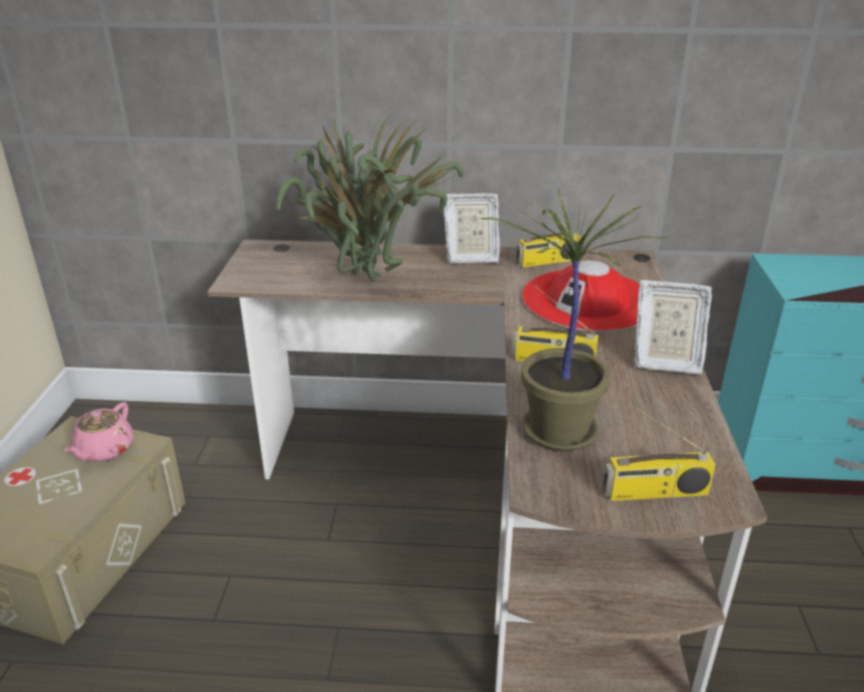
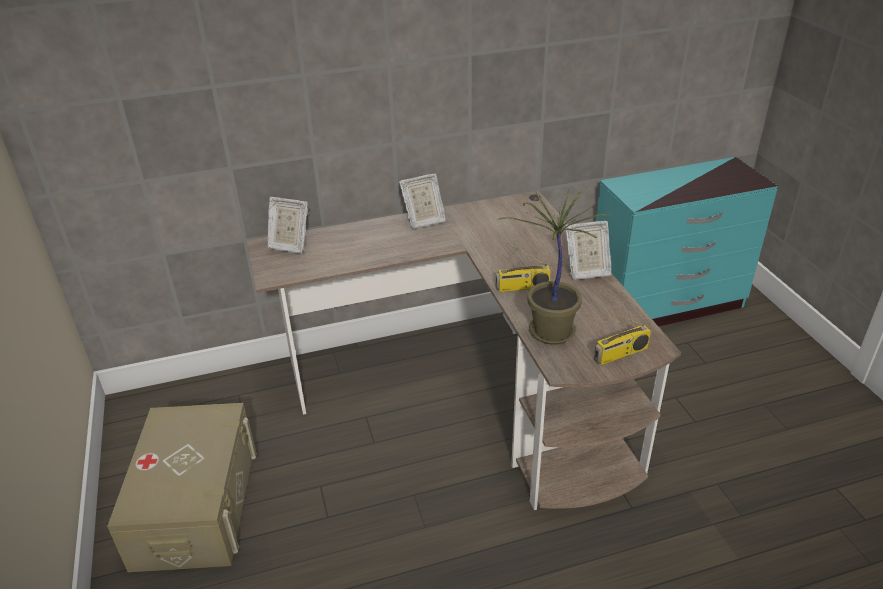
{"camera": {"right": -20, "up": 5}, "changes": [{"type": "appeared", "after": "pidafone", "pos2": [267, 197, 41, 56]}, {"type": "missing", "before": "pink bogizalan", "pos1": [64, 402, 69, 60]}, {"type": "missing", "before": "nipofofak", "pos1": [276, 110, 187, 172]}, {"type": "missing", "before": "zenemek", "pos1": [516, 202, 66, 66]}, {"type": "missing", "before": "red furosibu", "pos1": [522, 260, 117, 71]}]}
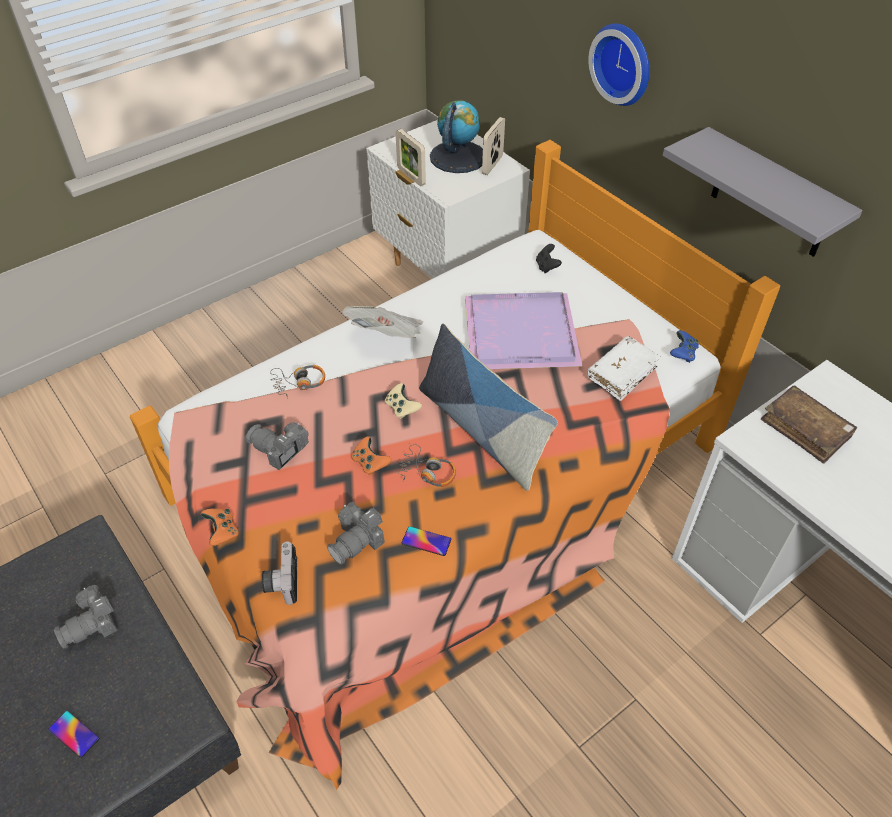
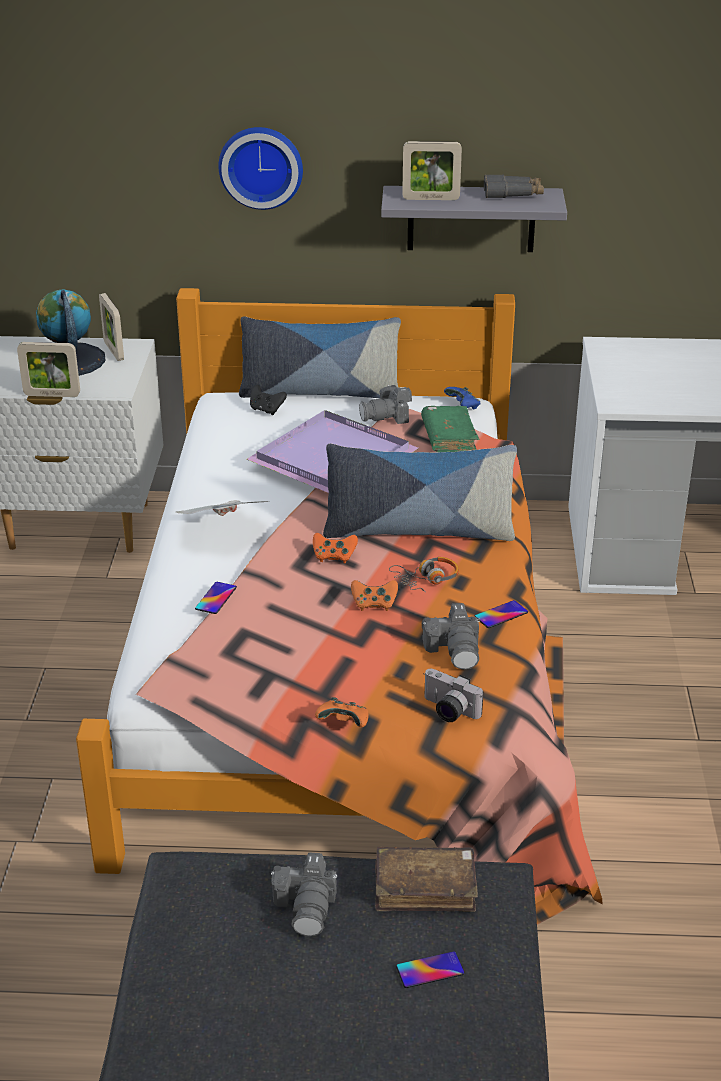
{"camera": {"right": -50, "up": -15}, "changes": [{"type": "exchanged", "before": "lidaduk", "after": "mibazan", "pos1": [270, 365, 55, 34], "pos2": [195, 582, 42, 32]}, {"type": "appeared", "after": "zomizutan", "pos2": [239, 316, 162, 82]}, {"type": "colour", "before": "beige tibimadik", "after": "orange tibimadik", "pos1": [385, 383, 37, 36], "pos2": [313, 533, 45, 31]}, {"type": "relocated", "before": "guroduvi", "pos1": [246, 422, 63, 48], "pos2": [359, 385, 53, 39]}, {"type": "relocated", "before": "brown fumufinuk", "pos1": [761, 385, 96, 79], "pos2": [375, 847, 103, 65]}, {"type": "appeared", "after": "pidafone", "pos2": [402, 141, 60, 59]}, {"type": "colour", "before": "white fumufinuk", "after": "green fumufinuk", "pos1": [587, 336, 74, 65], "pos2": [421, 406, 58, 46]}, {"type": "appeared", "after": "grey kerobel", "pos2": [484, 174, 60, 24]}]}
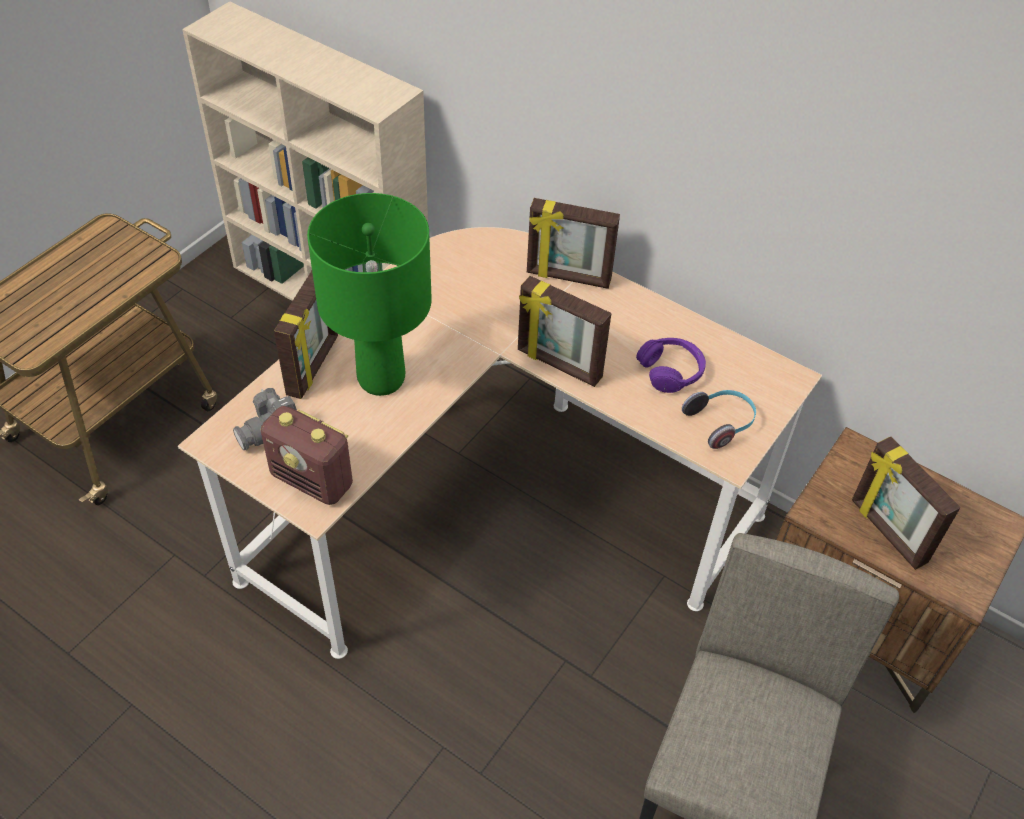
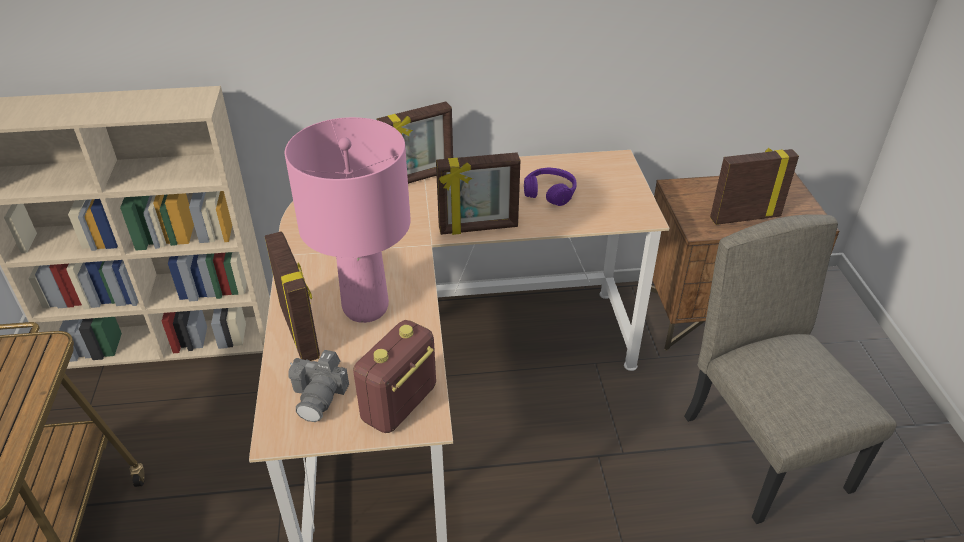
{"camera": {"right": -40, "up": -10}, "changes": [{"type": "colour", "before": "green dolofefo", "after": "pink dolofefo", "pos1": [307, 193, 125, 203], "pos2": [285, 117, 126, 206]}, {"type": "spun", "before": "zenemek", "pos1": [261, 406, 92, 99], "pos2": [353, 320, 83, 113], "turn": 135}, {"type": "spun", "before": "pidafone", "pos1": [852, 436, 109, 134], "pos2": [710, 148, 89, 77], "turn": 150}, {"type": "missing", "before": "lidaduk", "pos1": [682, 390, 74, 59]}]}
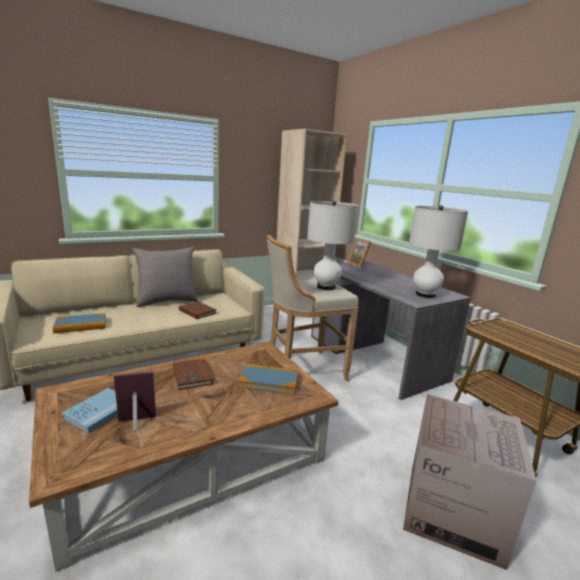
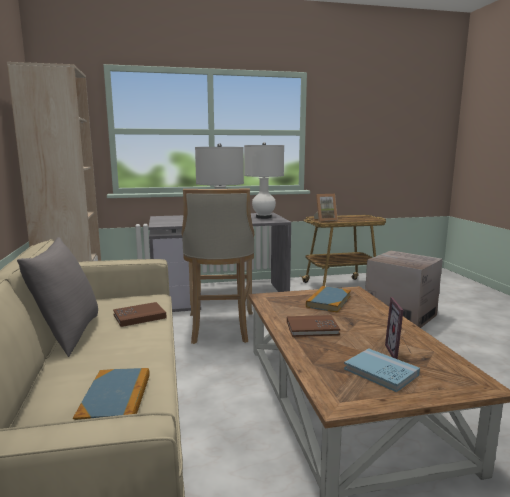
{"camera": {"right": -70, "up": -5}, "changes": [{"type": "relocated", "before": "pidafone", "pos1": [347, 238, 24, 30], "pos2": [314, 194, 24, 28]}]}
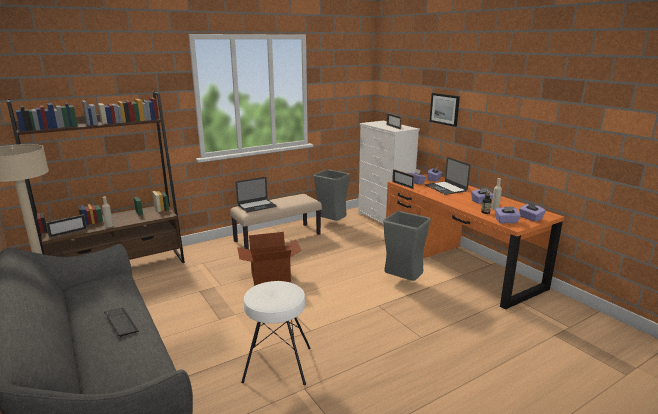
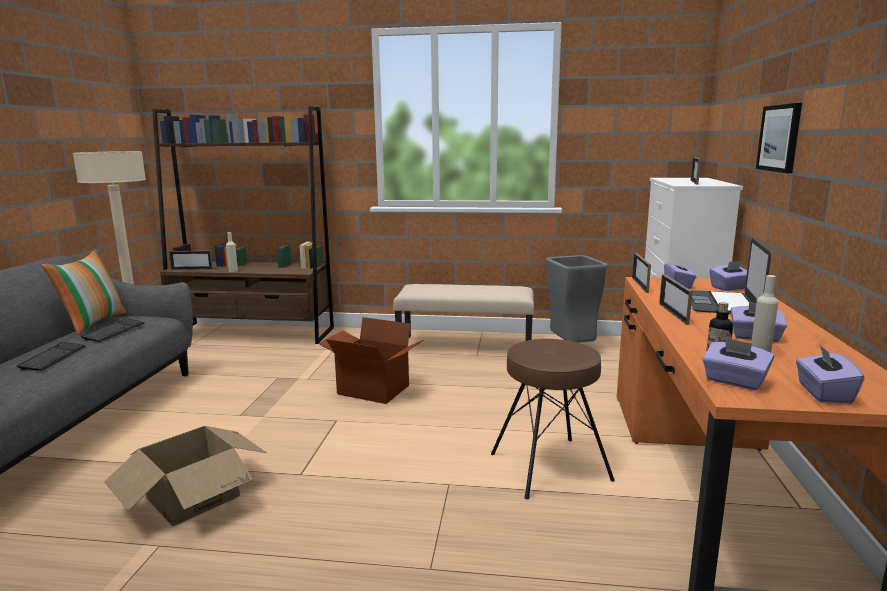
{"camera": {"right": 40, "up": -5}, "changes": [{"type": "appeared", "after": "zomizutan", "pos2": [41, 249, 86, 86]}, {"type": "appeared", "after": "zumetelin", "pos2": [81, 318, 64, 24]}, {"type": "exchanged", "before": "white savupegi", "after": "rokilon", "pos1": [241, 281, 70, 104], "pos2": [104, 426, 163, 100]}, {"type": "exchanged", "before": "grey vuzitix", "after": "brown savupegi", "pos1": [383, 211, 48, 70], "pos2": [491, 339, 124, 160]}, {"type": "appeared", "after": "pidafone", "pos2": [659, 274, 34, 51]}, {"type": "missing", "before": "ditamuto", "pos1": [236, 177, 41, 35]}]}
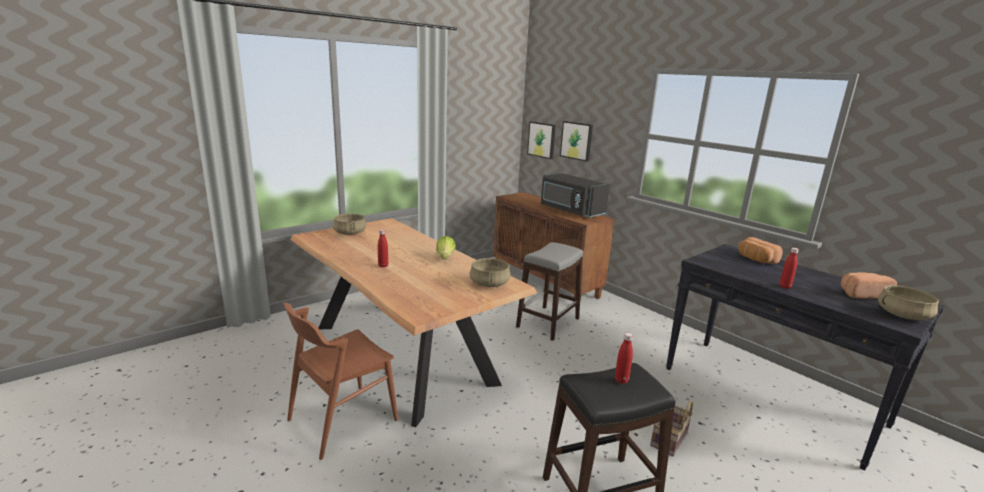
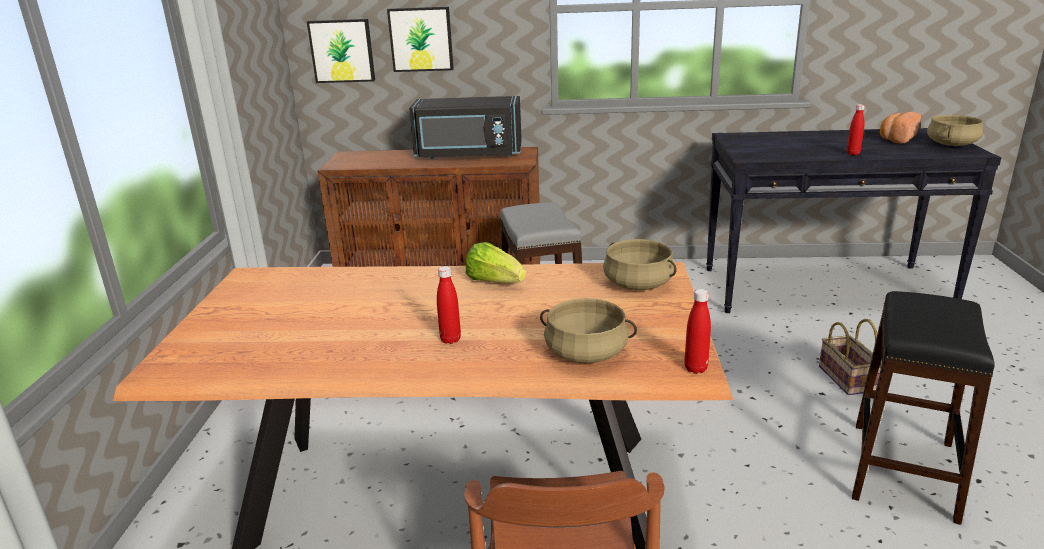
{"camera": {"right": -45, "up": 5}, "changes": [{"type": "relocated", "before": "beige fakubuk", "pos1": [333, 214, 33, 21], "pos2": [540, 298, 97, 65]}, {"type": "relocated", "before": "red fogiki", "pos1": [615, 333, 18, 51], "pos2": [685, 289, 26, 85]}, {"type": "missing", "before": "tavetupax", "pos1": [738, 237, 45, 27]}]}
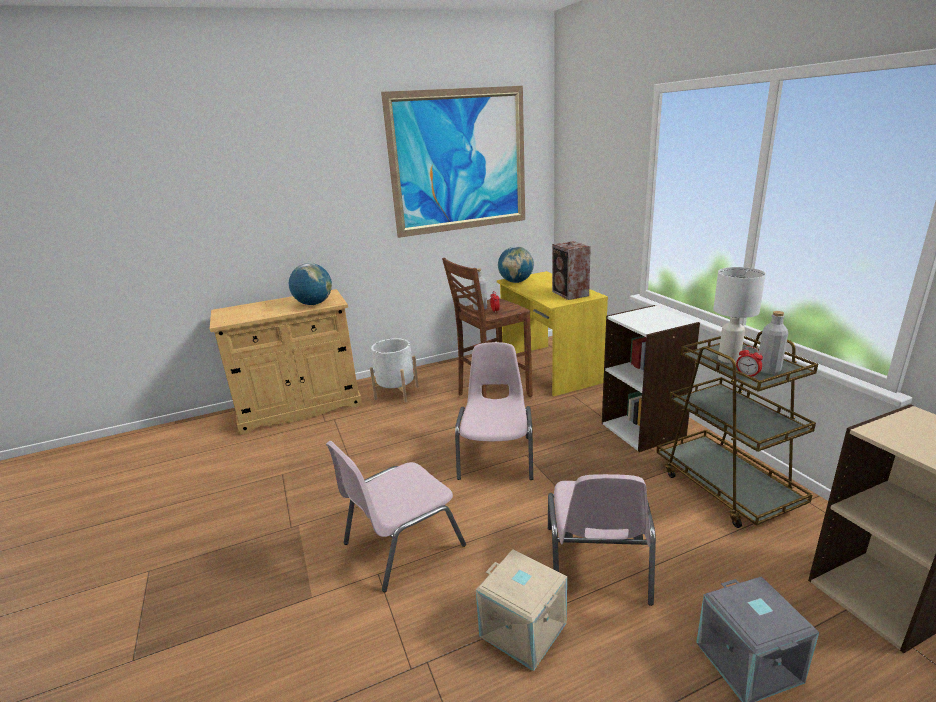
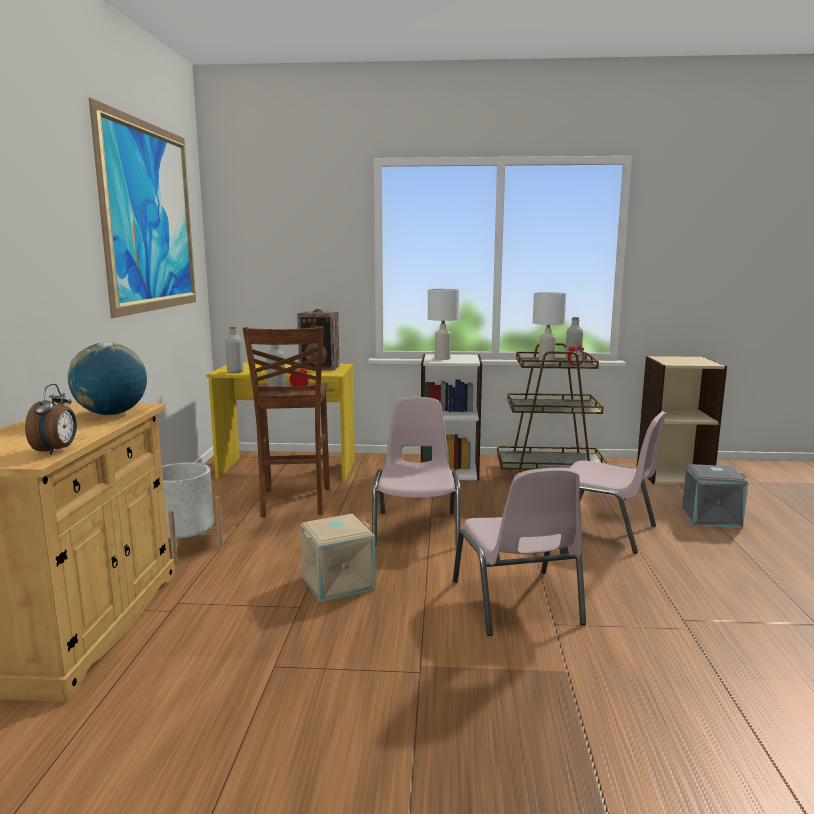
{"camera": {"right": -65, "up": -10}, "changes": [{"type": "appeared", "after": "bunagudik", "pos2": [25, 384, 52, 71]}, {"type": "exchanged", "before": "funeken", "after": "grey fogiki", "pos1": [498, 246, 36, 37], "pos2": [225, 326, 19, 47]}, {"type": "relocated", "before": "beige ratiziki", "pos1": [476, 549, 91, 122], "pos2": [300, 514, 76, 88]}, {"type": "spun", "before": "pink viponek", "pos1": [455, 342, 78, 138], "pos2": [372, 397, 88, 150], "turn": 60}, {"type": "appeared", "after": "white dolofefo", "pos2": [428, 289, 31, 71]}]}
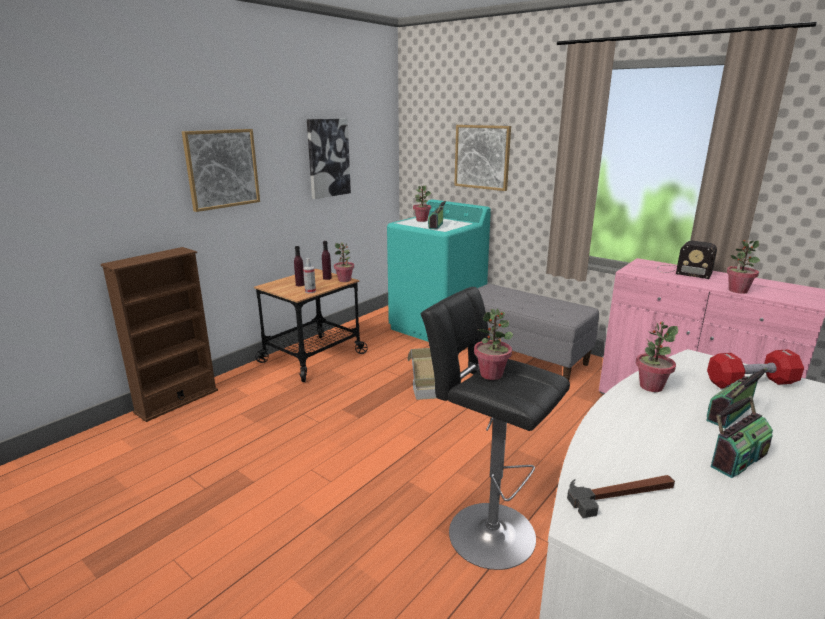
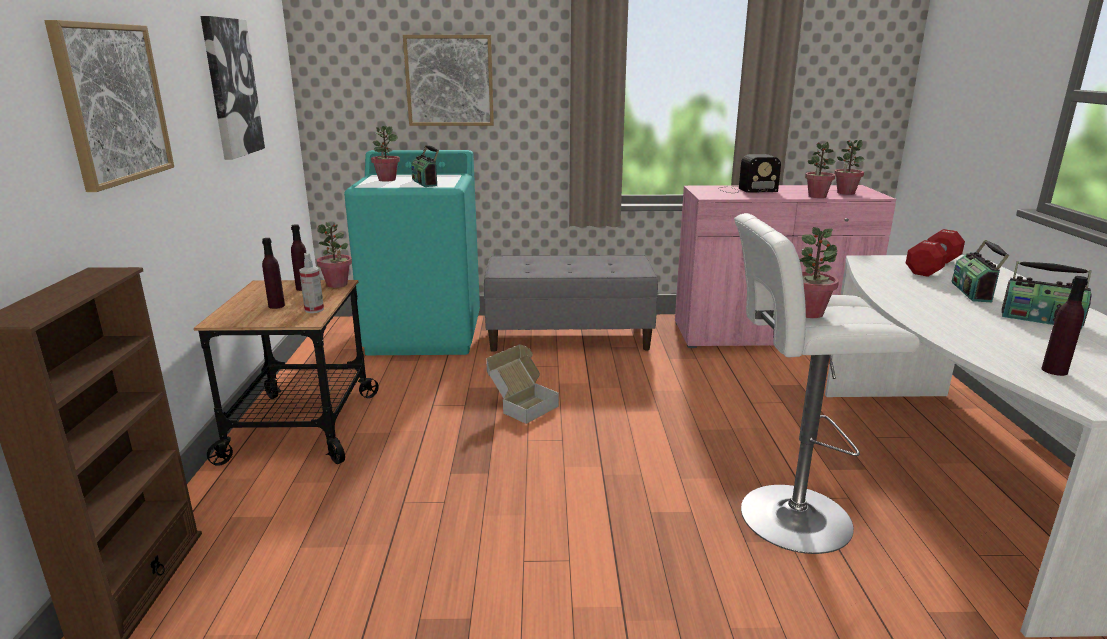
{"camera": {"right": -40, "up": 0}, "changes": [{"type": "colour", "before": "black savupegi", "after": "white savupegi", "pos1": [420, 287, 150, 283], "pos2": [734, 213, 186, 341]}, {"type": "relocated", "before": "nipofofak", "pos1": [636, 322, 42, 70], "pos2": [834, 140, 31, 55]}, {"type": "spun", "before": "zenemek", "pos1": [711, 396, 62, 82], "pos2": [1002, 261, 90, 68], "turn": 105}, {"type": "exchanged", "before": "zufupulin", "after": "purple fogiki", "pos1": [567, 475, 108, 43], "pos2": [1041, 276, 47, 100]}]}
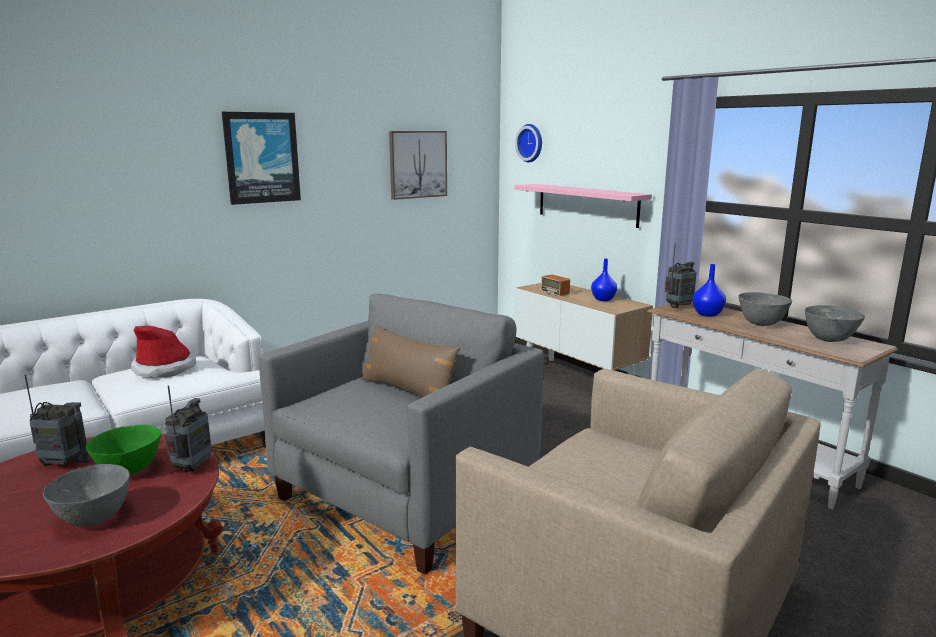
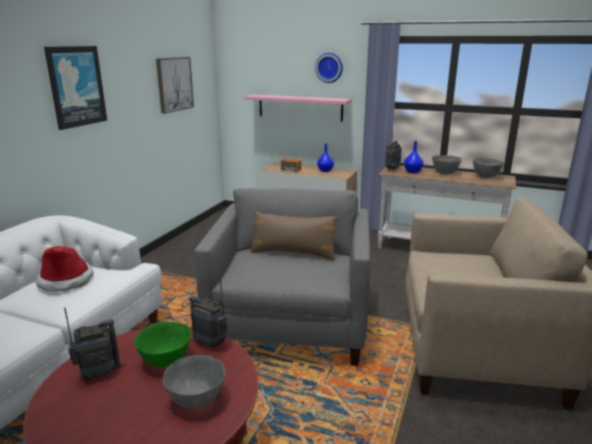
{"camera": {"right": -30, "up": 5}, "changes": [{"type": "spun", "before": "zenemek", "pos1": [165, 385, 47, 88], "pos2": [189, 280, 38, 68], "turn": -45}, {"type": "relocated", "before": "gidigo", "pos1": [515, 124, 27, 38], "pos2": [315, 53, 28, 30]}]}
